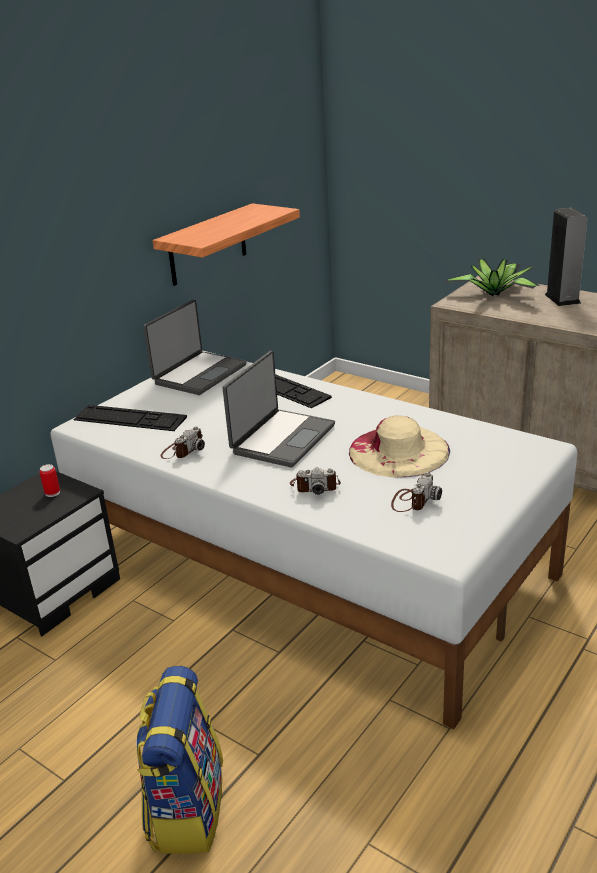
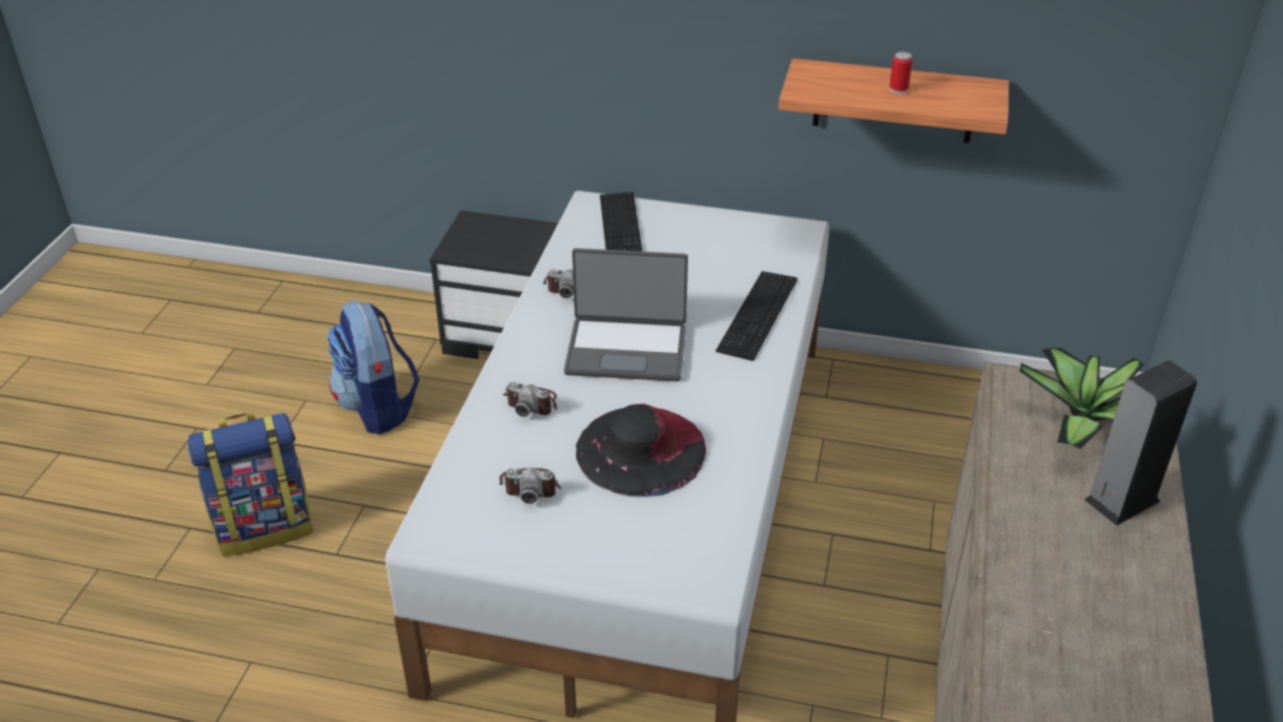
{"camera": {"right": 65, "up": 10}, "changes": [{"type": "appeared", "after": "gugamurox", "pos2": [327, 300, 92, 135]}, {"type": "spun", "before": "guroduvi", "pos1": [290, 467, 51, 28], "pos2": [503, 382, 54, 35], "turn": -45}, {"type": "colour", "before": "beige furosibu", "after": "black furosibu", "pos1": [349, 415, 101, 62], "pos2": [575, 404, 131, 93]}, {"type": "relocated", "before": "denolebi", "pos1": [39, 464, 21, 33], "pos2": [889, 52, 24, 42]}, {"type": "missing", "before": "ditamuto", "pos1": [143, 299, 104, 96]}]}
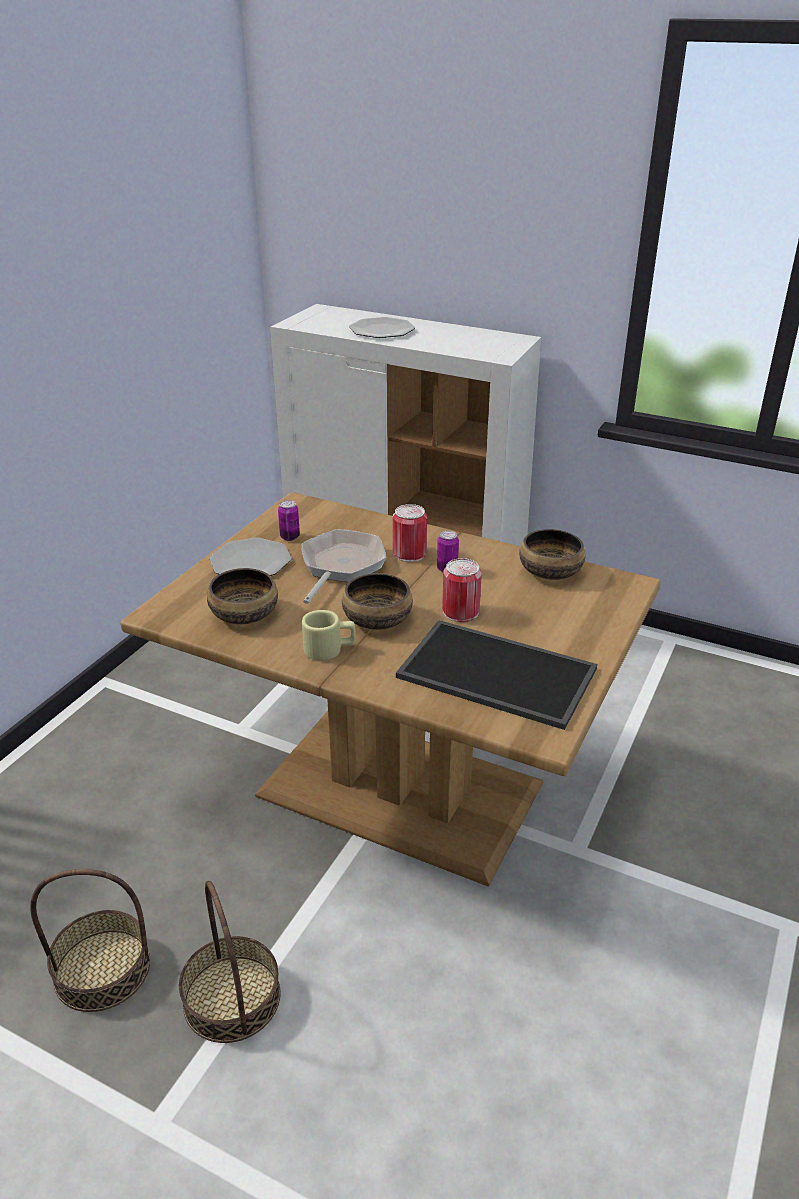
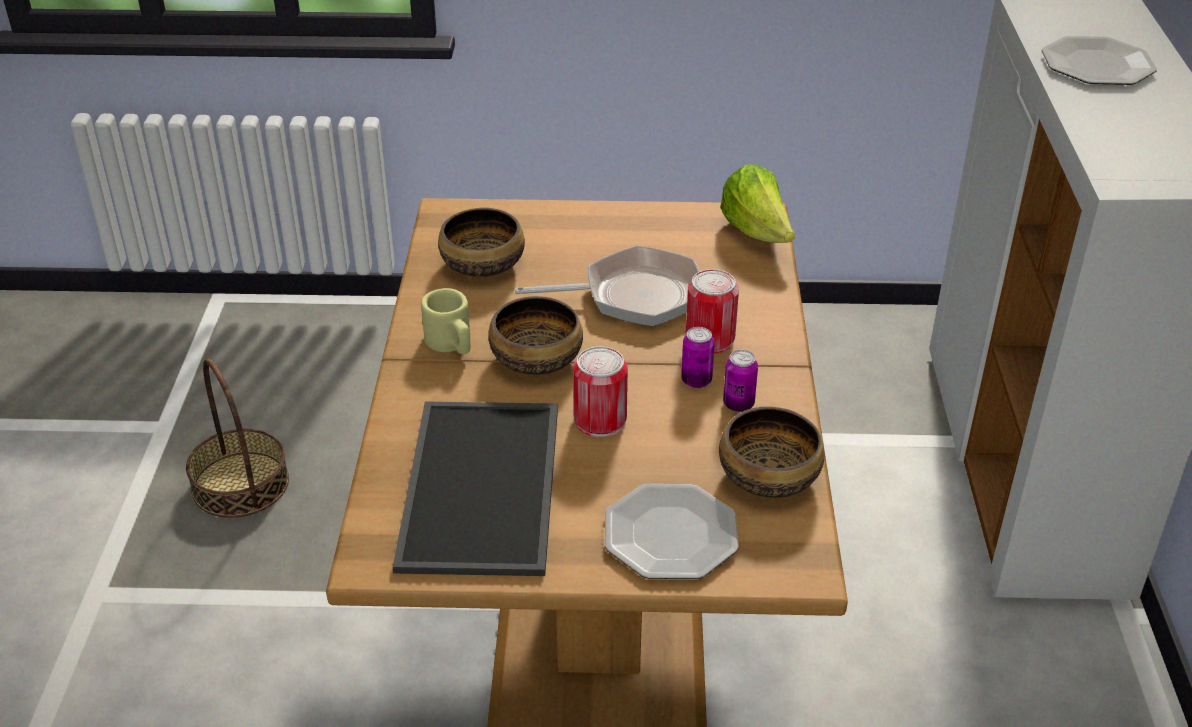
{"camera": {"right": 65, "up": 5}, "changes": [{"type": "relocated", "before": "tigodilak", "pos1": [209, 538, 82, 38], "pos2": [605, 484, 134, 95]}, {"type": "appeared", "after": "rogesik", "pos2": [720, 164, 75, 79]}, {"type": "relocated", "before": "denolebi", "pos1": [278, 500, 22, 41], "pos2": [723, 350, 35, 62]}, {"type": "missing", "before": "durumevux", "pos1": [179, 881, 102, 162]}]}
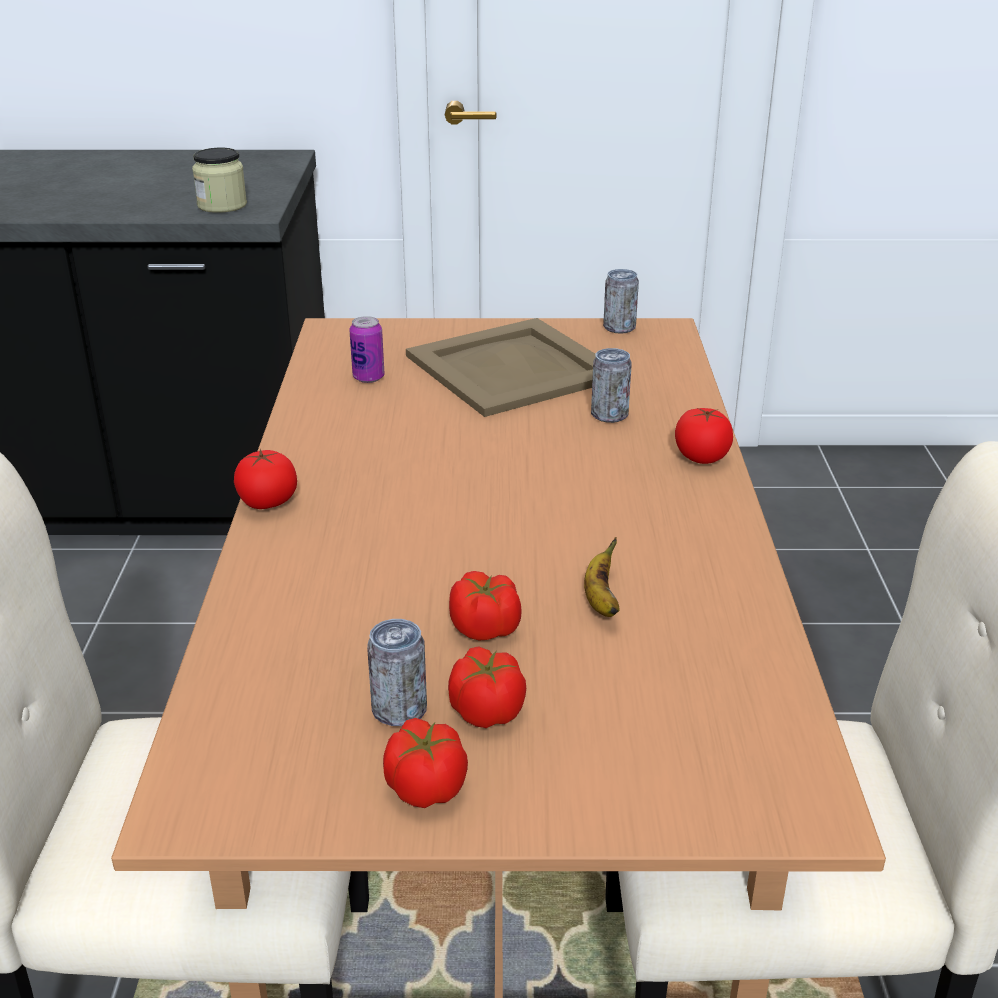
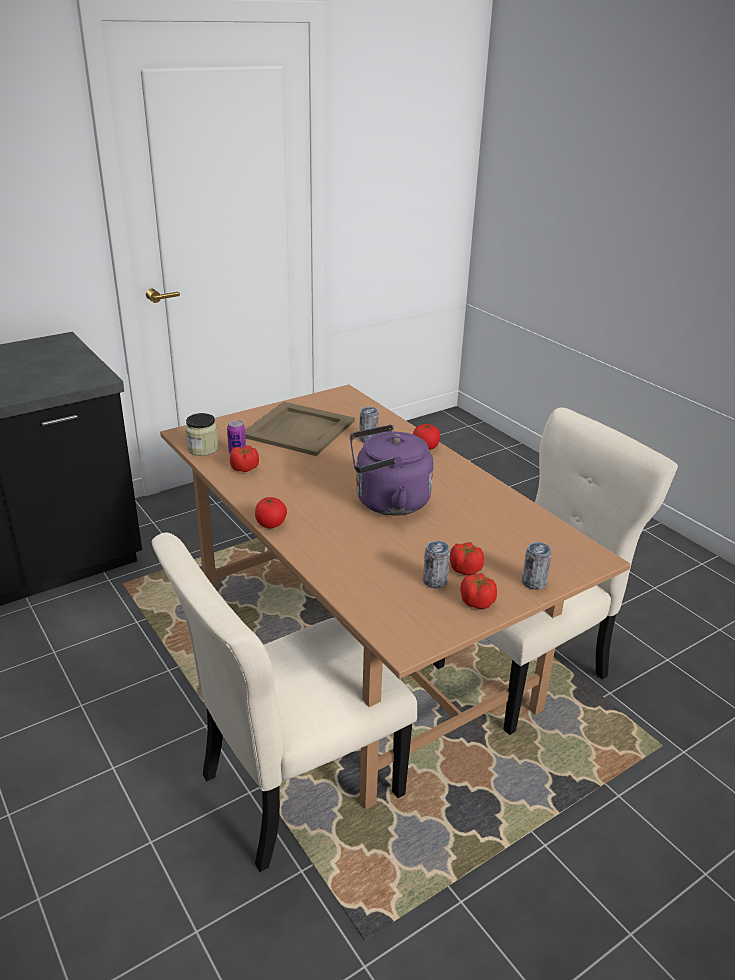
{"camera": {"right": -35, "up": 0}, "changes": [{"type": "relocated", "before": "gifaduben", "pos1": [192, 148, 55, 65], "pos2": [185, 413, 34, 43]}, {"type": "relocated", "before": "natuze", "pos1": [449, 571, 73, 70], "pos2": [230, 446, 29, 26]}, {"type": "appeared", "after": "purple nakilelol", "pos2": [350, 425, 84, 91]}, {"type": "relocated", "before": "denolebi", "pos1": [603, 269, 36, 65], "pos2": [522, 542, 30, 48]}, {"type": "missing", "before": "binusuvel", "pos1": [584, 537, 36, 80]}]}
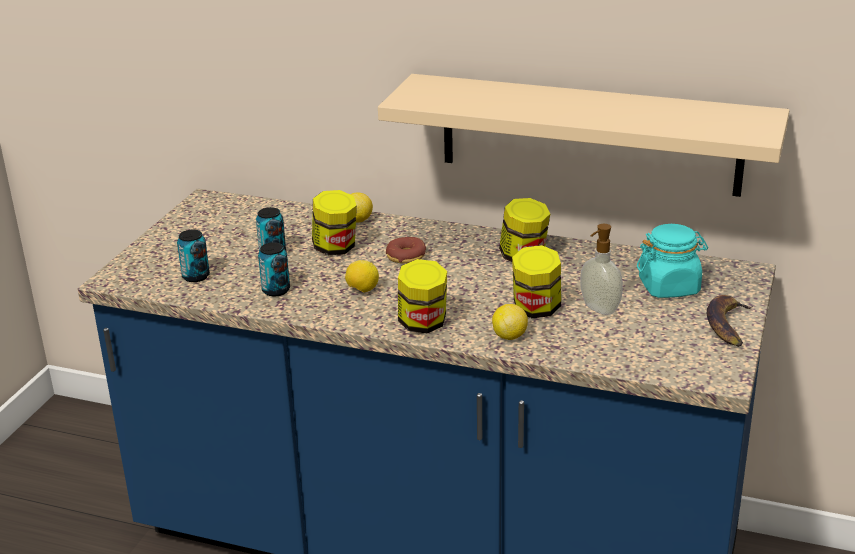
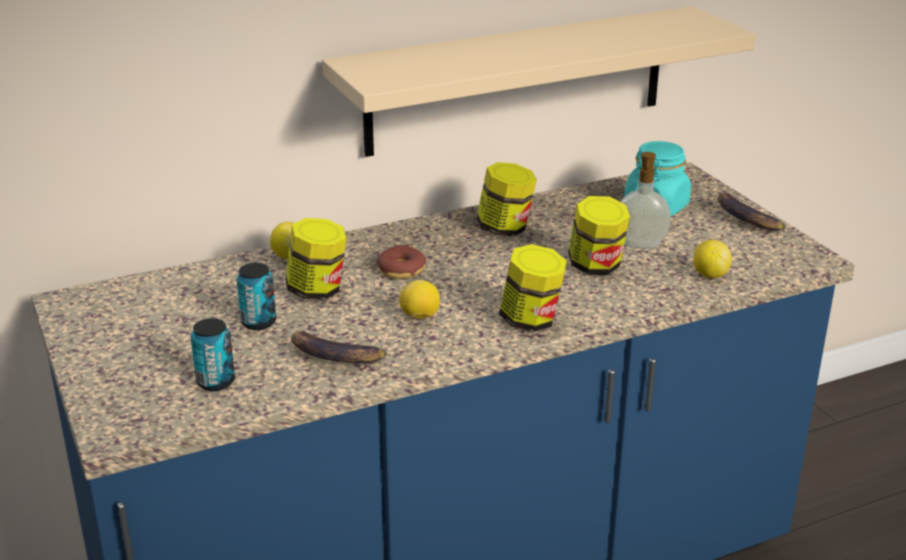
{"camera": {"right": -45, "up": 0}, "changes": [{"type": "exchanged", "before": "denolebi", "after": "binusuvel", "pos1": [258, 242, 32, 54], "pos2": [291, 330, 96, 33]}, {"type": "relocated", "before": "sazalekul", "pos1": [492, 304, 36, 36], "pos2": [693, 240, 39, 38]}]}
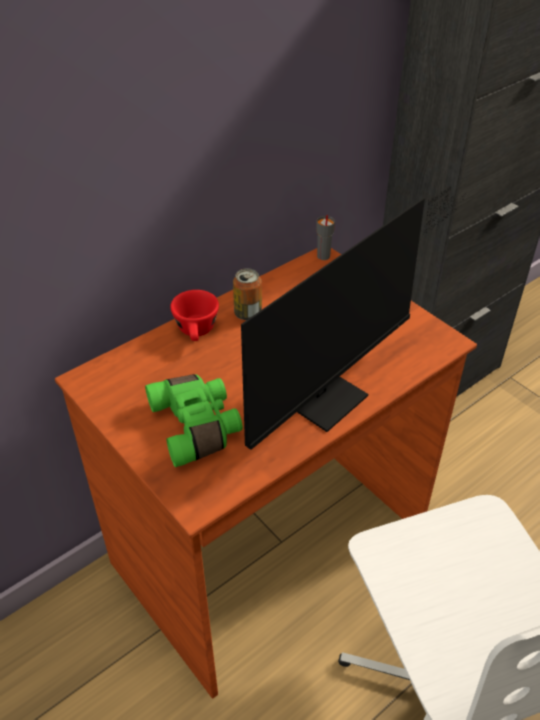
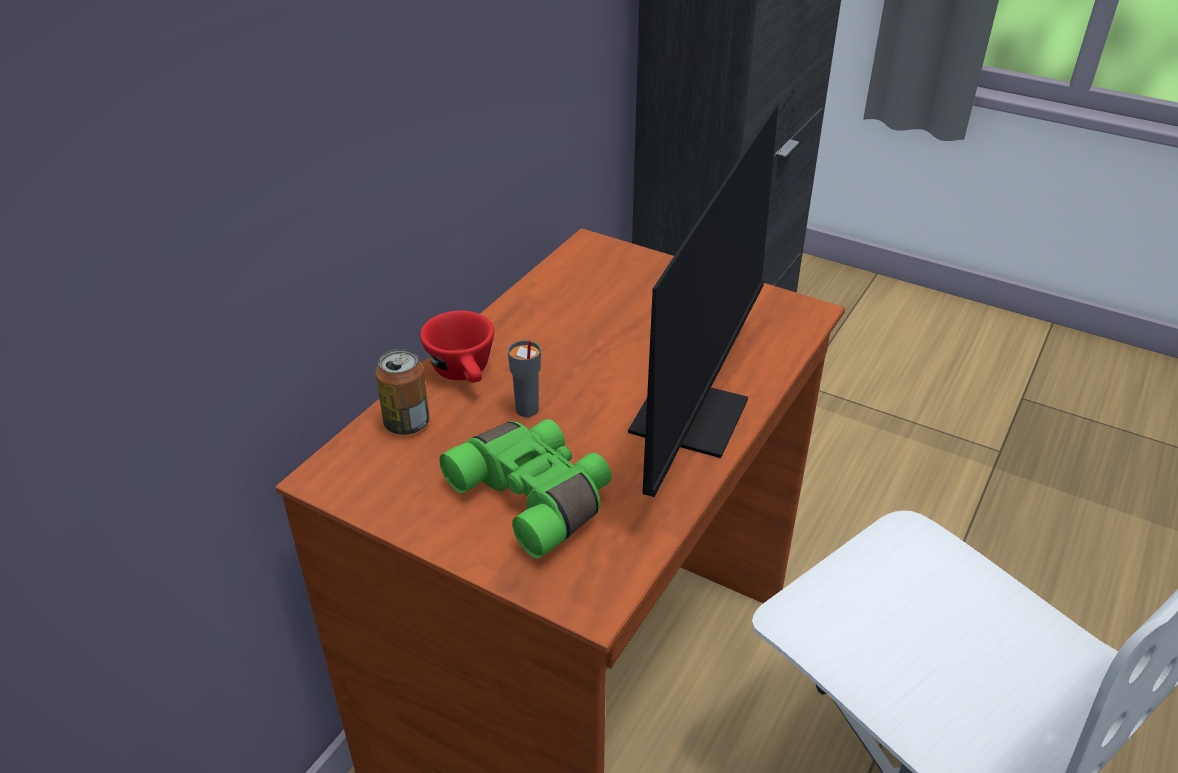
{"camera": {"right": -20, "up": -5}, "changes": [{"type": "relocated", "before": "denolebi", "pos1": [233, 268, 29, 52], "pos2": [375, 349, 54, 86]}, {"type": "relocated", "before": "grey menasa", "pos1": [317, 215, 18, 45], "pos2": [508, 340, 33, 77]}]}
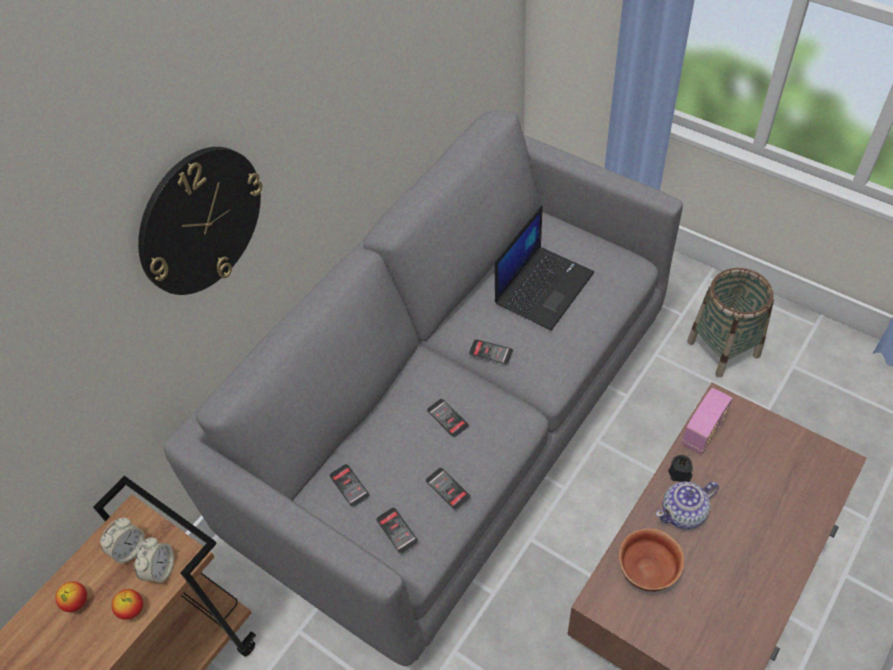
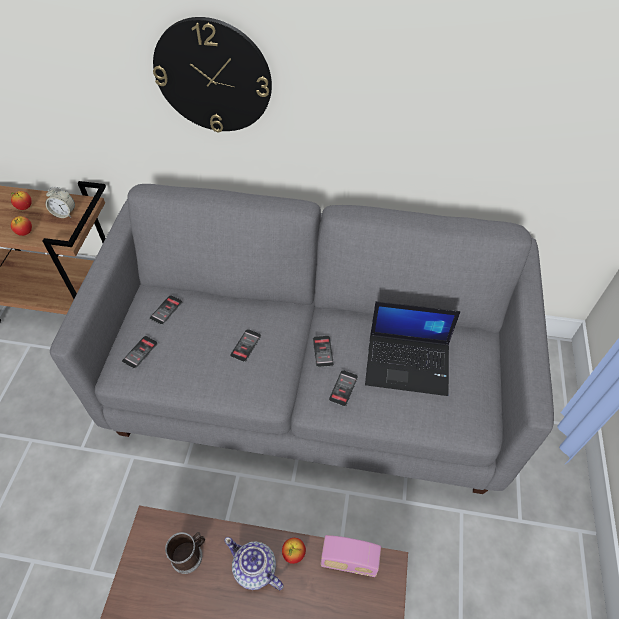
{"camera": {"right": 60, "up": 0}, "changes": [{"type": "exchanged", "before": "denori", "after": "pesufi", "pos1": [619, 528, 65, 64], "pos2": [165, 532, 40, 42]}, {"type": "exchanged", "before": "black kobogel", "after": "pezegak", "pos1": [668, 455, 25, 27], "pos2": [282, 538, 24, 26]}, {"type": "relocated", "before": "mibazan", "pos1": [425, 467, 46, 43], "pos2": [329, 370, 29, 37]}, {"type": "missing", "before": "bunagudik", "pos1": [134, 537, 40, 47]}, {"type": "missing", "before": "durumevux", "pos1": [687, 268, 87, 109]}]}
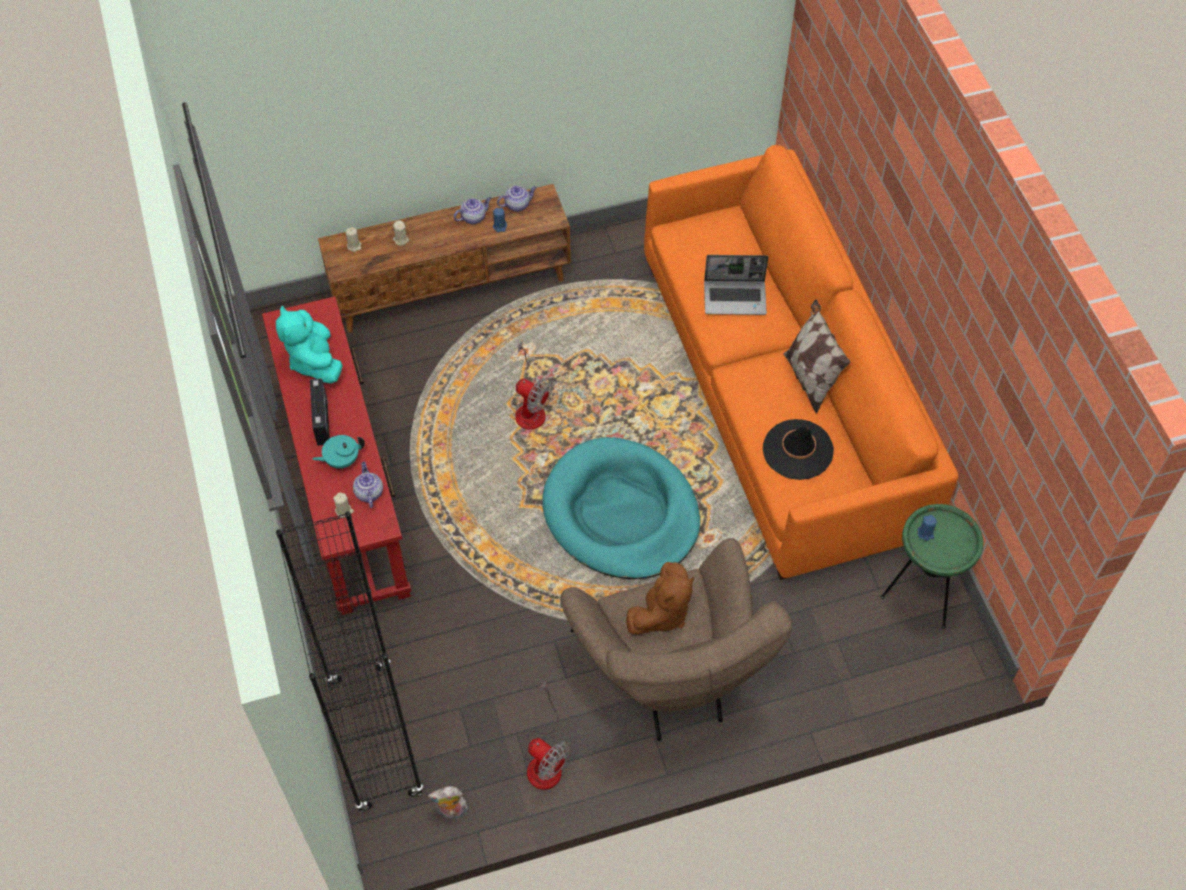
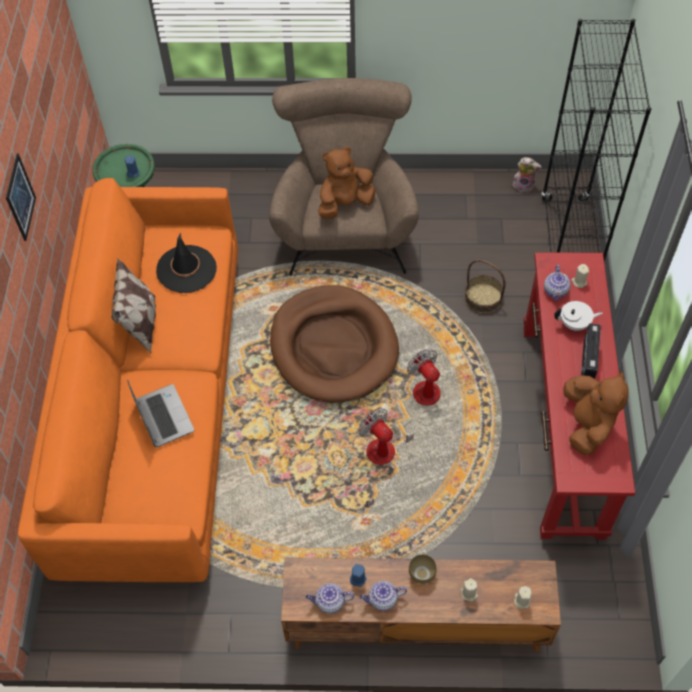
{"camera": {"right": -160, "up": 0}, "changes": [{"type": "appeared", "after": "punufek", "pos2": [6, 153, 30, 88]}, {"type": "spun", "before": "ditamuto", "pos1": [704, 255, 64, 60], "pos2": [127, 380, 67, 67], "turn": 45}, {"type": "colour", "before": "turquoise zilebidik", "after": "brown zilebidik", "pos1": [543, 437, 157, 142], "pos2": [270, 285, 129, 118]}, {"type": "relocated", "before": "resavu", "pos1": [524, 681, 46, 109], "pos2": [404, 349, 37, 94]}, {"type": "appeared", "after": "brown denori", "pos2": [409, 554, 28, 30]}, {"type": "appeared", "after": "durumevux", "pos2": [465, 260, 41, 53]}, {"type": "colour", "before": "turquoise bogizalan", "after": "white bogizalan", "pos1": [312, 435, 53, 34], "pos2": [554, 301, 49, 30]}, {"type": "colour", "before": "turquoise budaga", "after": "brown budaga", "pos1": [276, 306, 67, 78], "pos2": [563, 371, 66, 84]}]}
